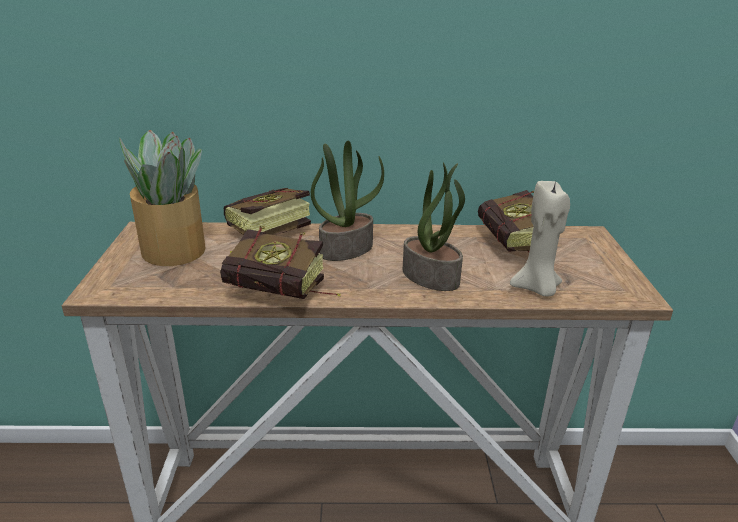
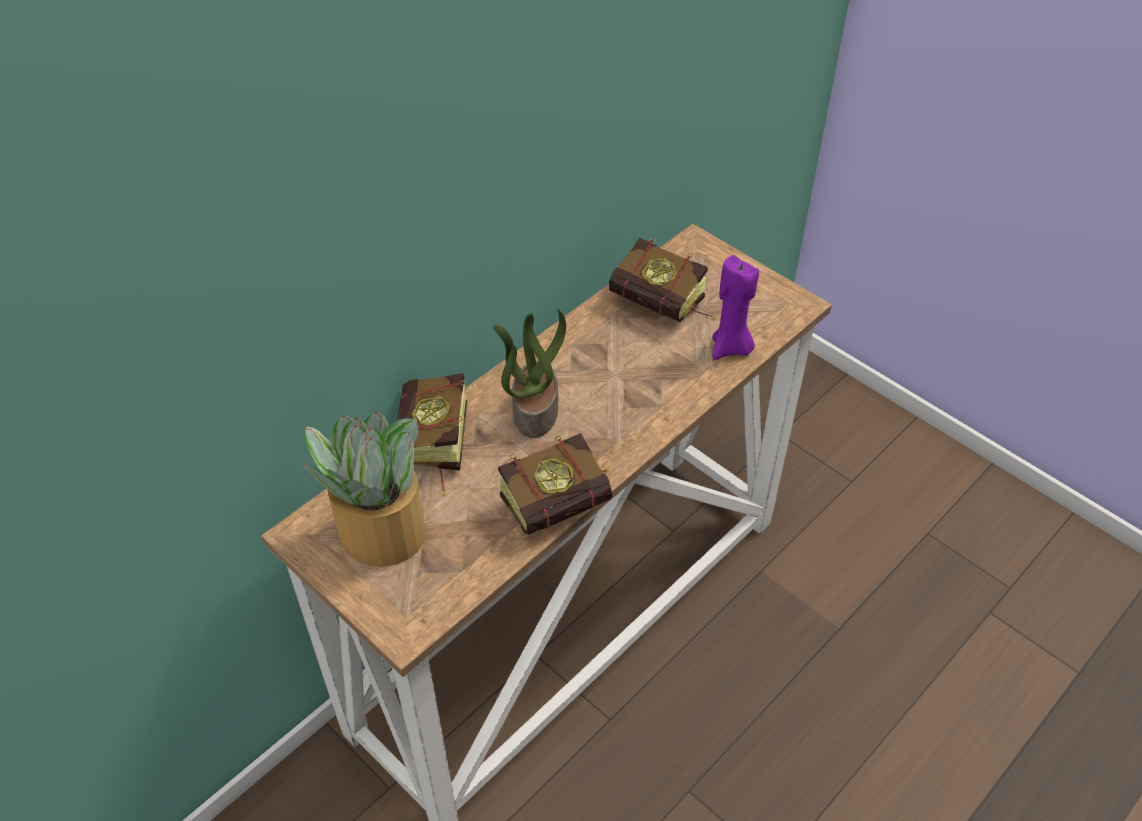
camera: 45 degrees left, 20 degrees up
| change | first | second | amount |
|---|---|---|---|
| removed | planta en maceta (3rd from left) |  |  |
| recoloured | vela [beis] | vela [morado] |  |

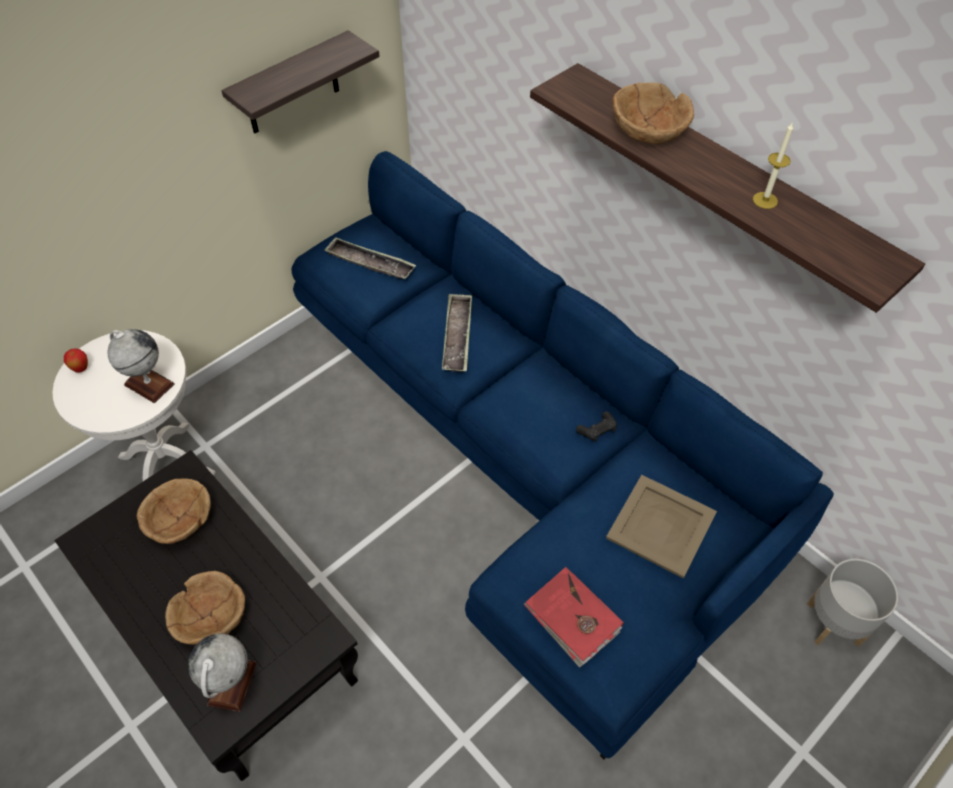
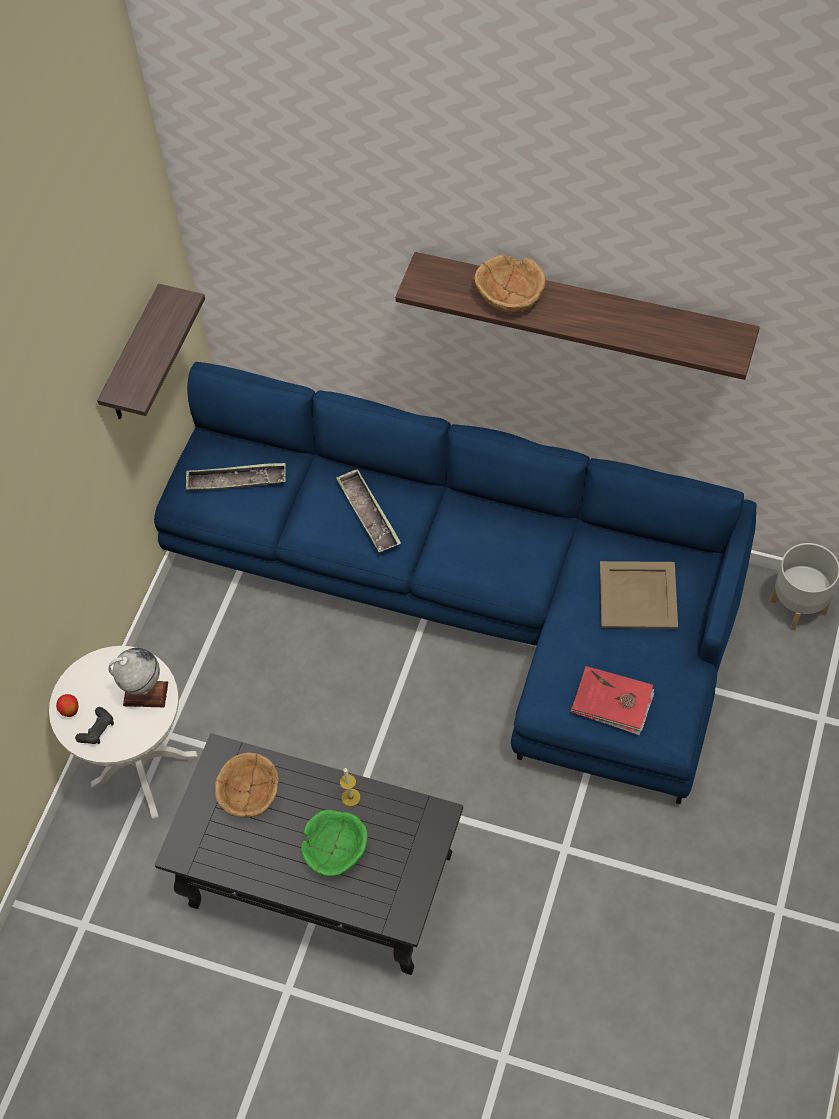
camera: 25 degrees left, 5 degrees up
| change | first | second | amount |
|---|---|---|---|
| moved | vela |  |  |
| moved | mando de consola [negro] |  |  |
| recoloured | cuenco [marrón] (2nd from left) | cuenco [verde] |  |
| removed | globo terráqueo (2nd from left) |  |  |

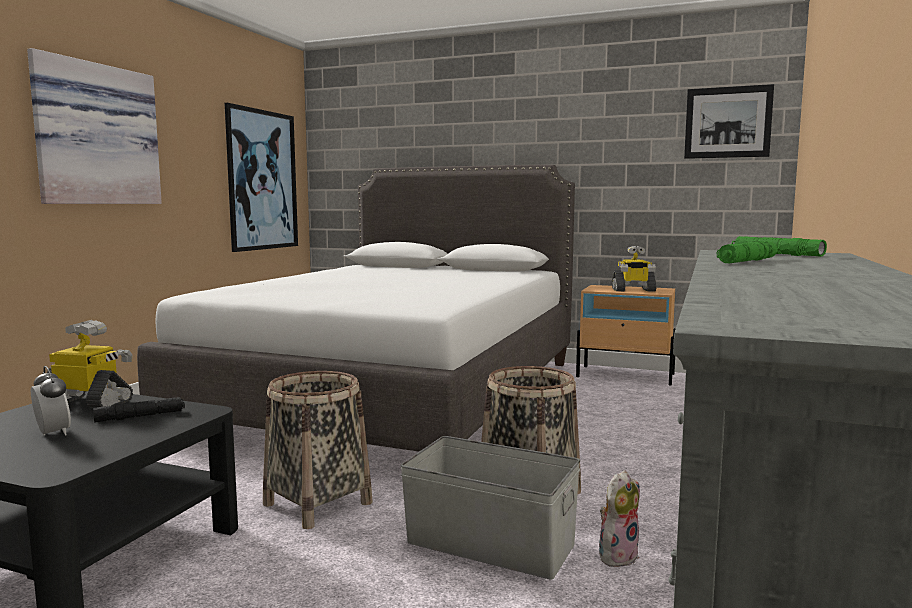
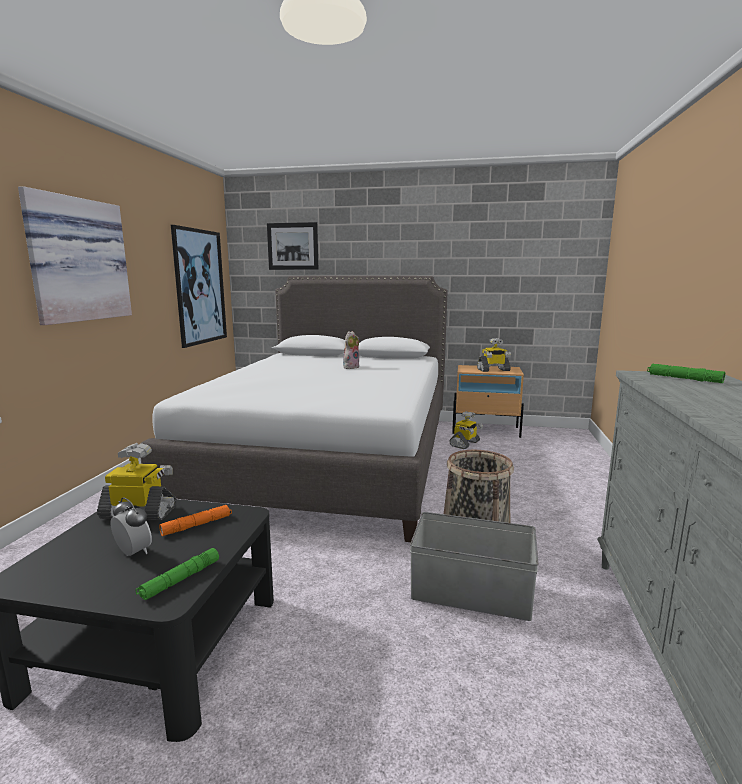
camera: 10 degrees left, 5 degrees up
| change | first | second | amount |
|---|---|---|---|
| moved | cuadro (3rd from left) |  |  |
| moved | linterna [verde] (1st from left) |  |  |
| removed | cesta (1st from left) |  |  |
| recoloured | linterna [negro] | linterna [naranja] |  |
| moved | peluche |  |  |
| added |  | robot de juguete (2nd from left) |  |

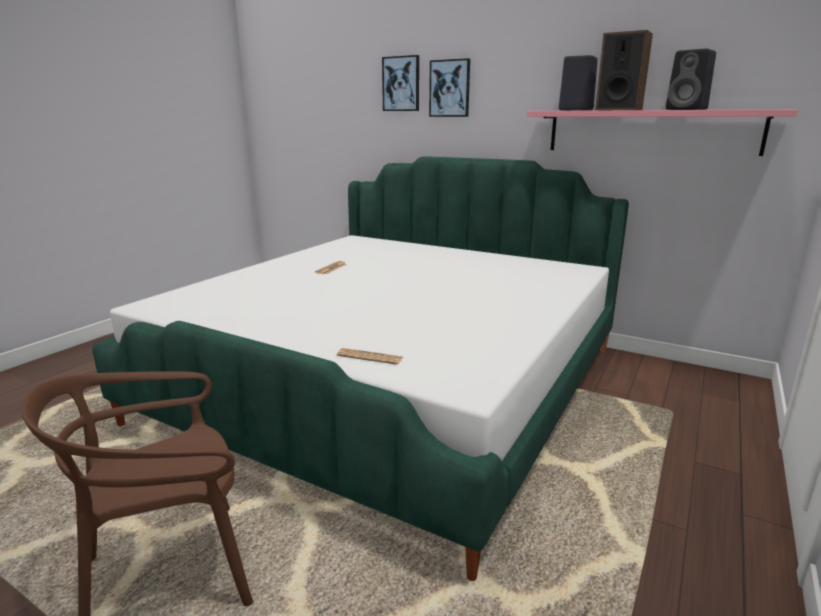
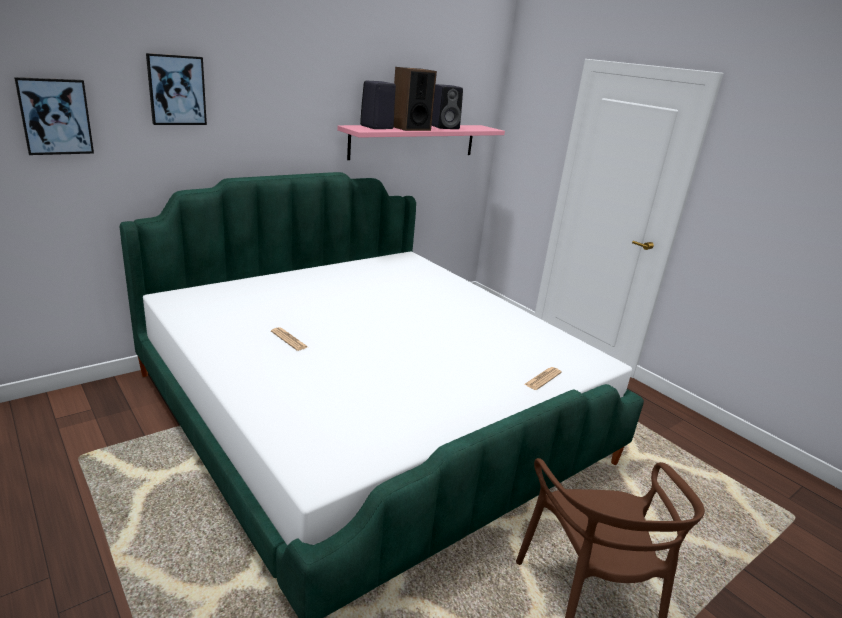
camera: 70 degrees left, 5 degrees up
| change | first | second | amount |
|---|---|---|---|
| moved | cuadro (2nd from left in the first image) | cuadro (1st from left) |  |

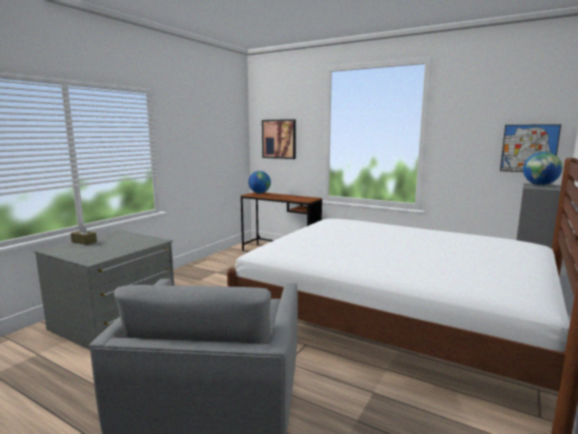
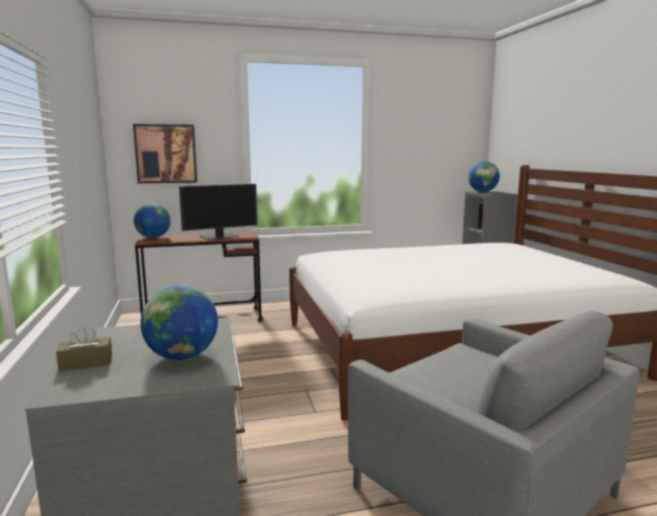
camera: 45 degrees left, 0 degrees up
| change | first | second | amount |
|---|---|---|---|
| removed | cuadro (2nd from left) |  |  |
| added |  | monitor |  |
| added |  | globo terráqueo (2nd from left) |  |

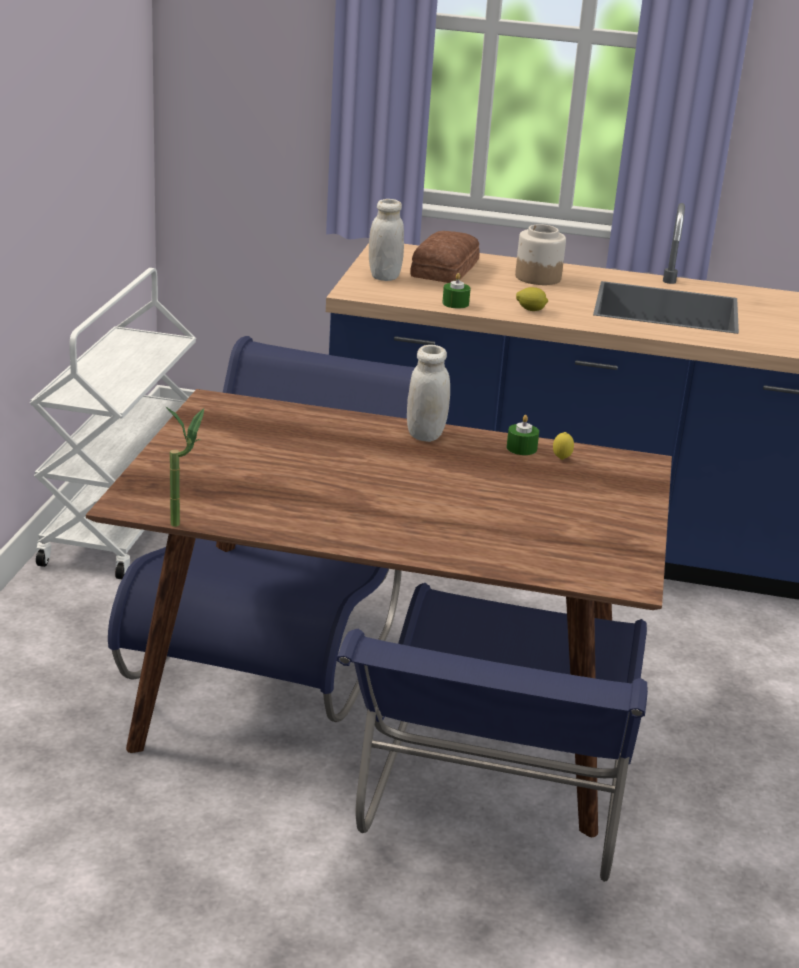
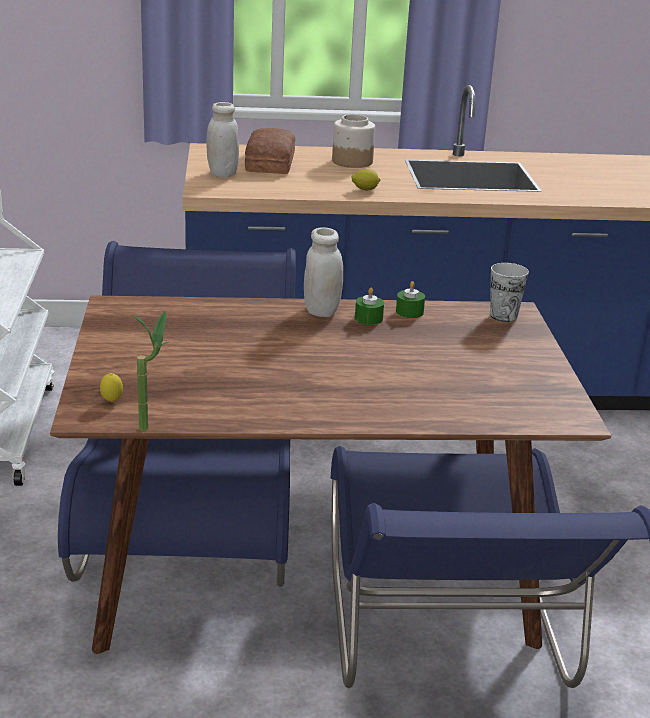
camera: 15 degrees left, 0 degrees up
| change | first | second | amount |
|---|---|---|---|
| moved | vela [verde] (1st from left) |  |  |
| moved | limón (2nd from left in the first image) | limón (1st from left) |  |
| added |  | taza |  |

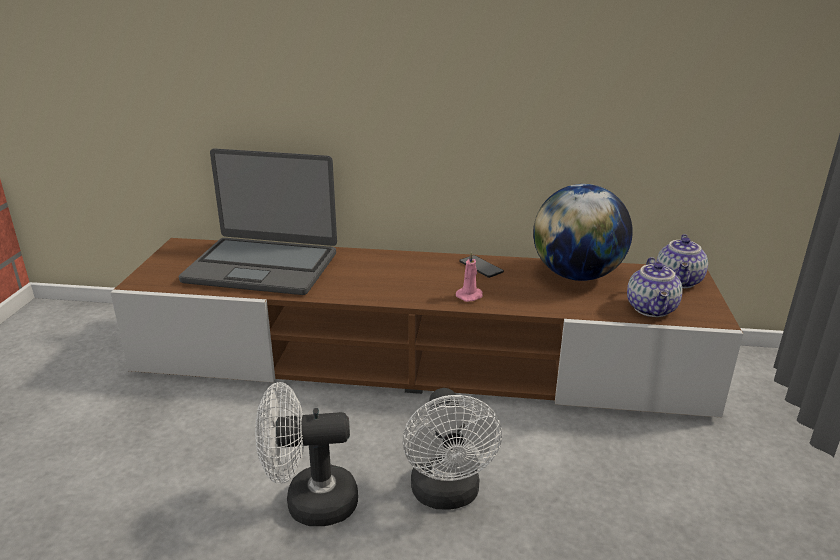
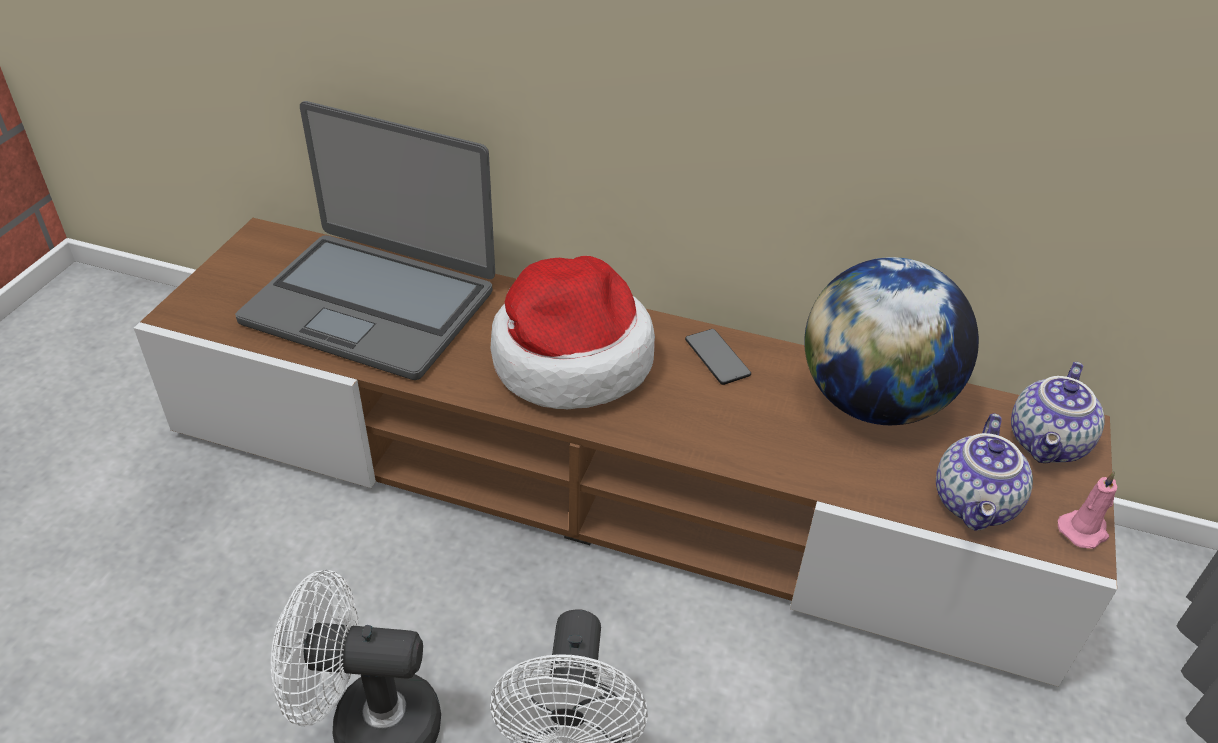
camera: 10 degrees right, 15 degrees up
| change | first | second | amount |
|---|---|---|---|
| moved | vela [rosa] |  |  |
| added |  | sombrero |  |

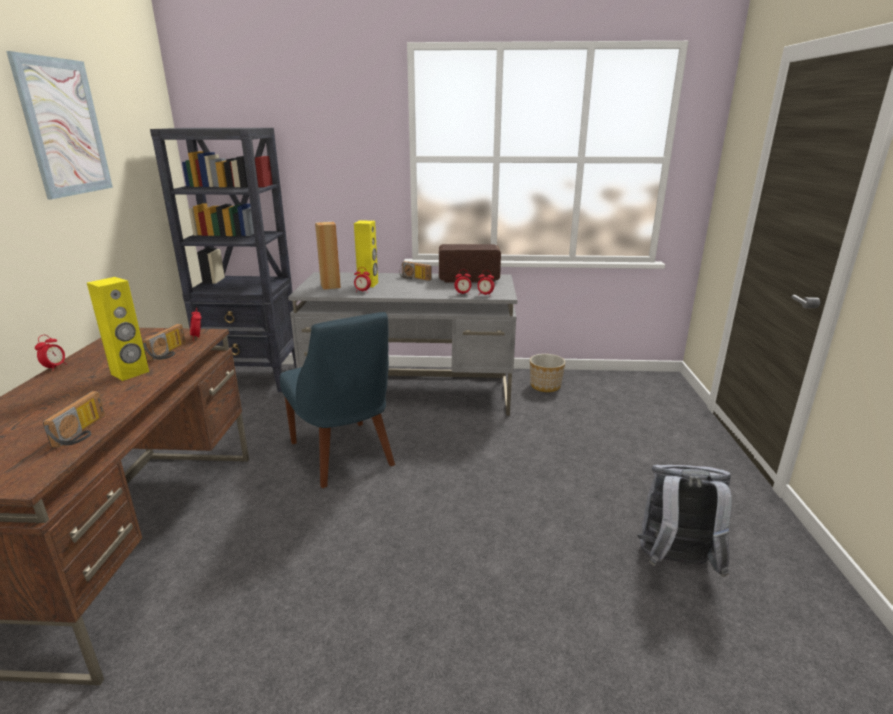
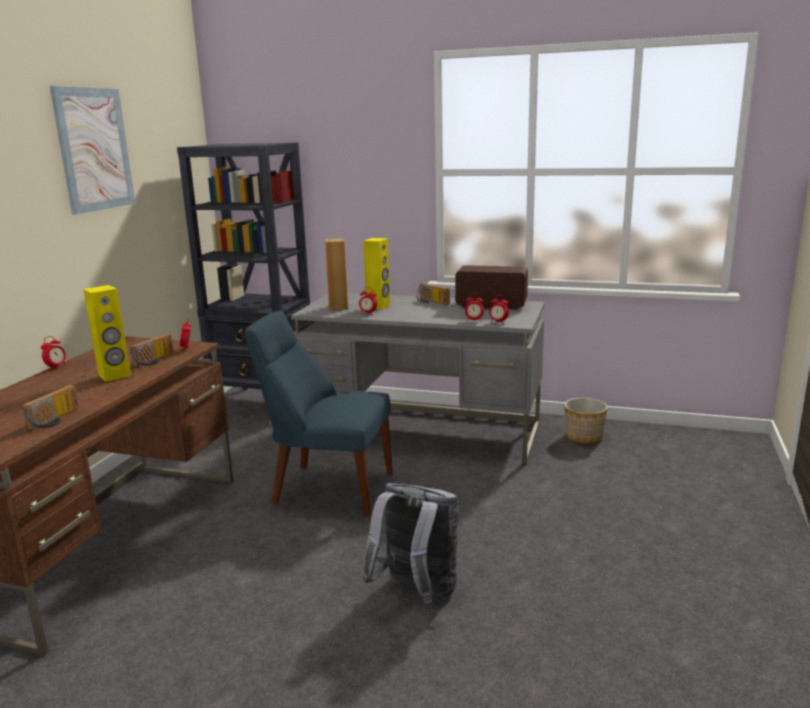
camera: 15 degrees right, 5 degrees down
| change | first | second | amount |
|---|---|---|---|
| turned | silla [azul] |  | 120 degrees clockwise |
| moved | mochila [gris] |  |  |

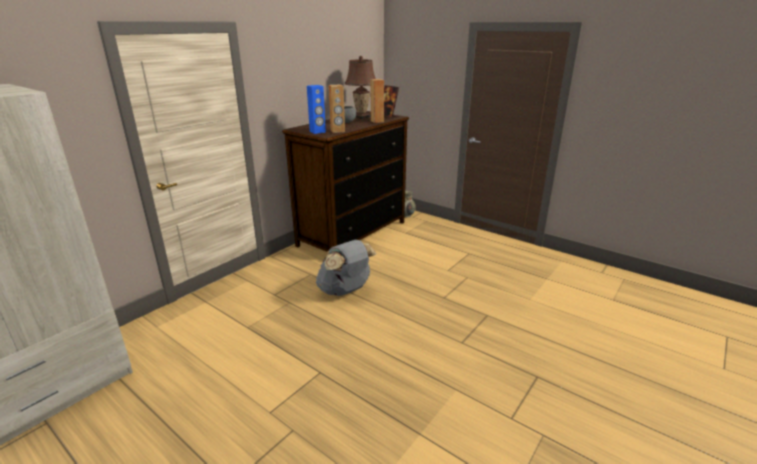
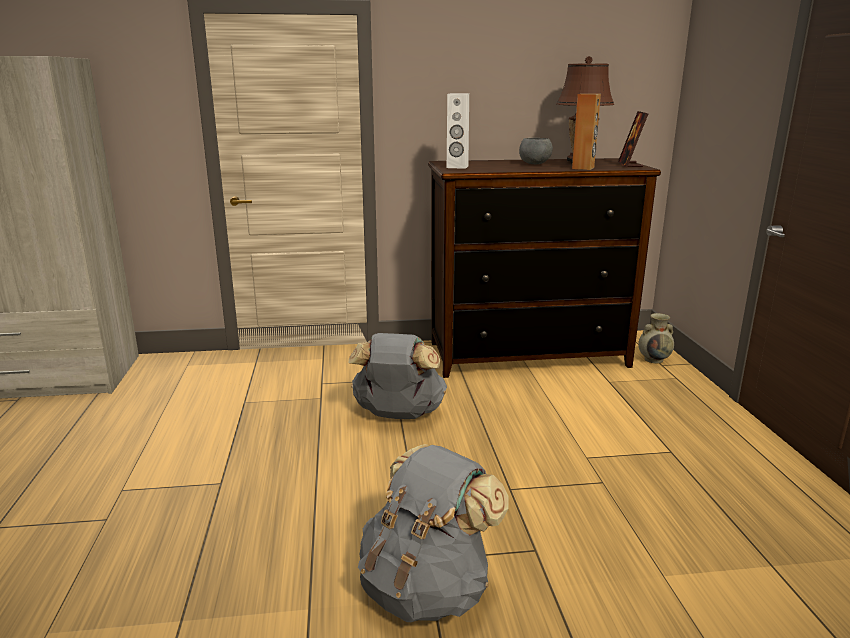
camera: 45 degrees right, 5 degrees down
| change | first | second | amount |
|---|---|---|---|
| recoloured | altavoz [azul] | altavoz [blanco] |  |
| removed | altavoz [marrón] (1st from left) |  |  |
| added |  | mochila [gris] (2nd from left) |  |

